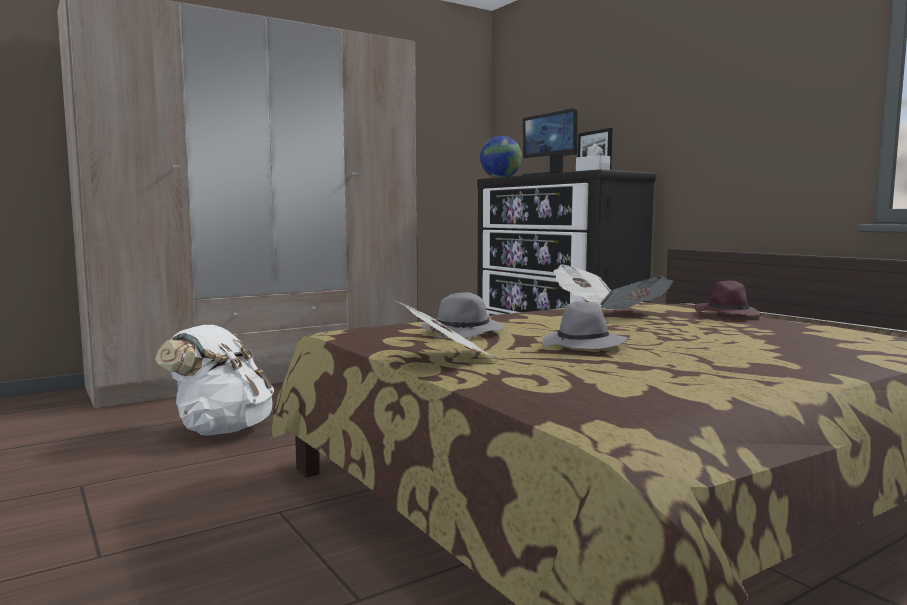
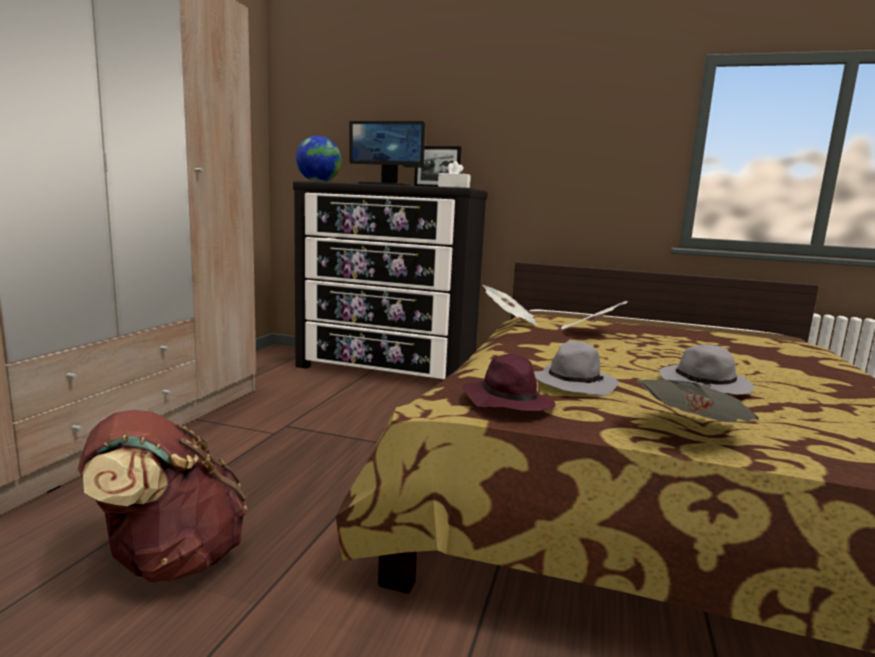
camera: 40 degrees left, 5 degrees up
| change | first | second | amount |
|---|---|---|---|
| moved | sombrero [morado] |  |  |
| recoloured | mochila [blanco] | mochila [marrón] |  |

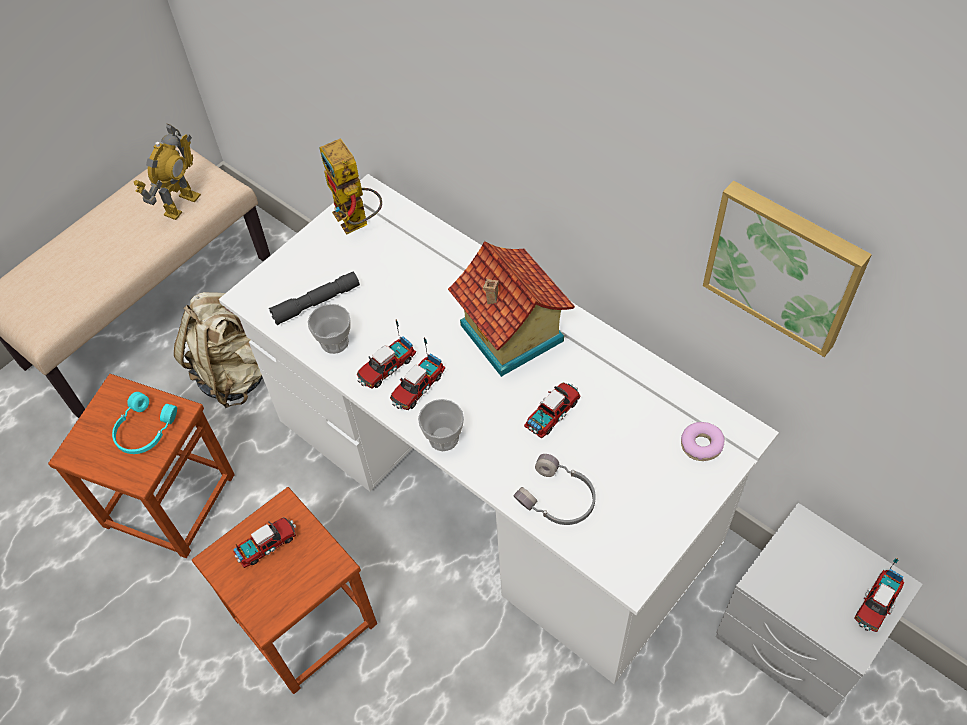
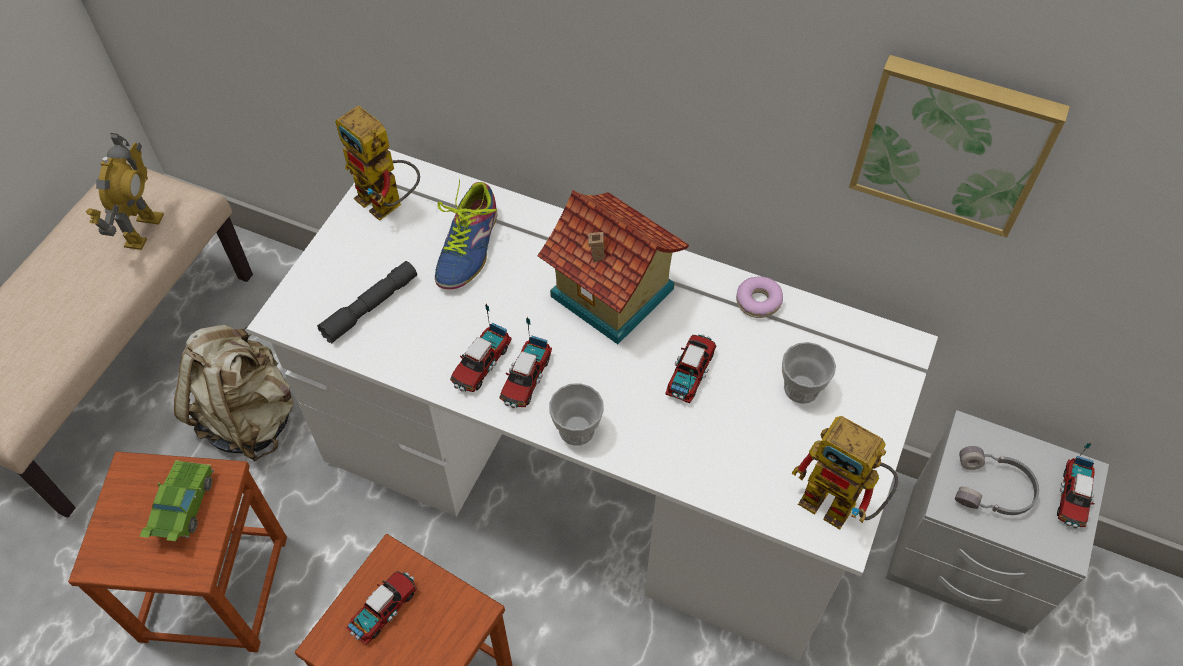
camera: 20 degrees left, 0 degrees up
| change | first | second | amount |
|---|---|---|---|
| moved | taza (1st from left in the first image) | taza (2nd from left) |  |
| replaced | auriculares [turquesa] | coche de juguete [verde] |  |
| moved | rosquilla |  |  |
| moved | auriculares [gris] |  |  |
| added |  | zapato |  |
| added |  | robot de juguete (3rd from left) |  |

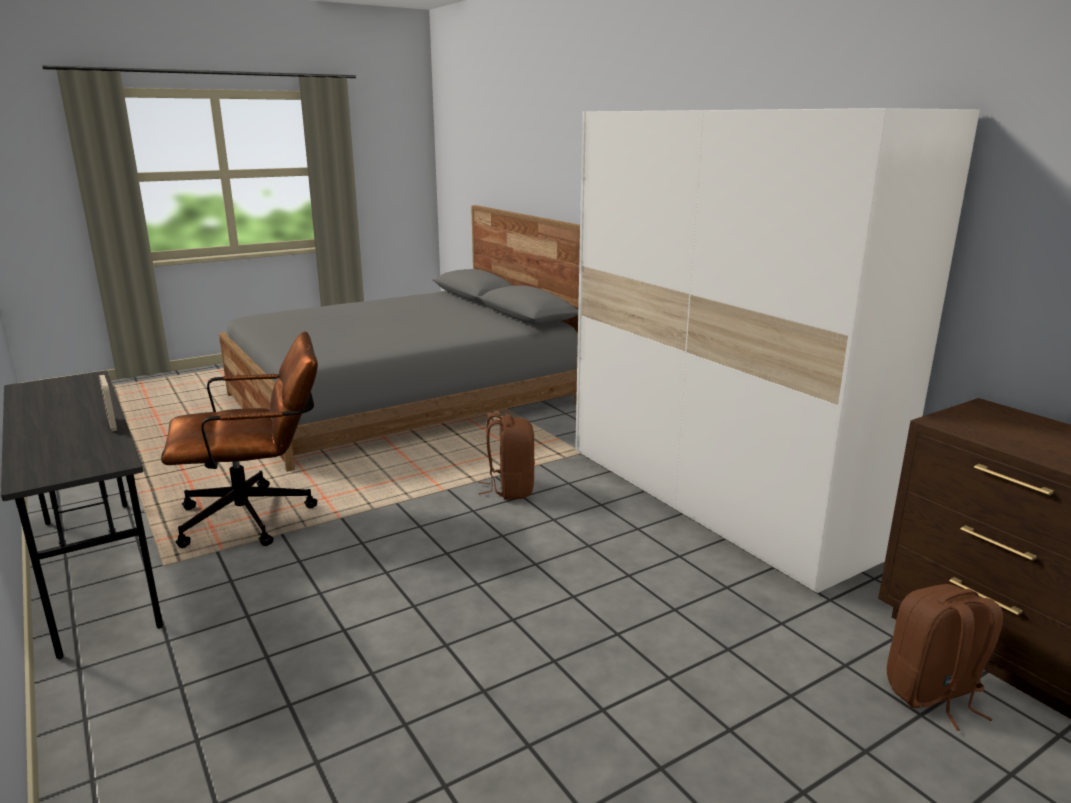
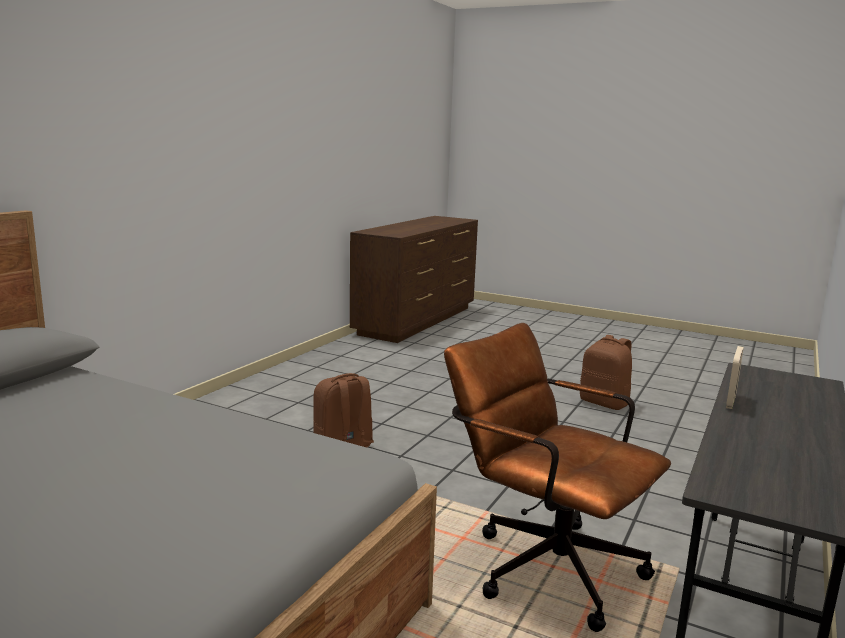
camera: 120 degrees left, 5 degrees down
| change | first | second | amount |
|---|---|---|---|
| removed | armario ropero [blanco] |  |  |
| moved | mochila [marrón] (2nd from left) |  |  |

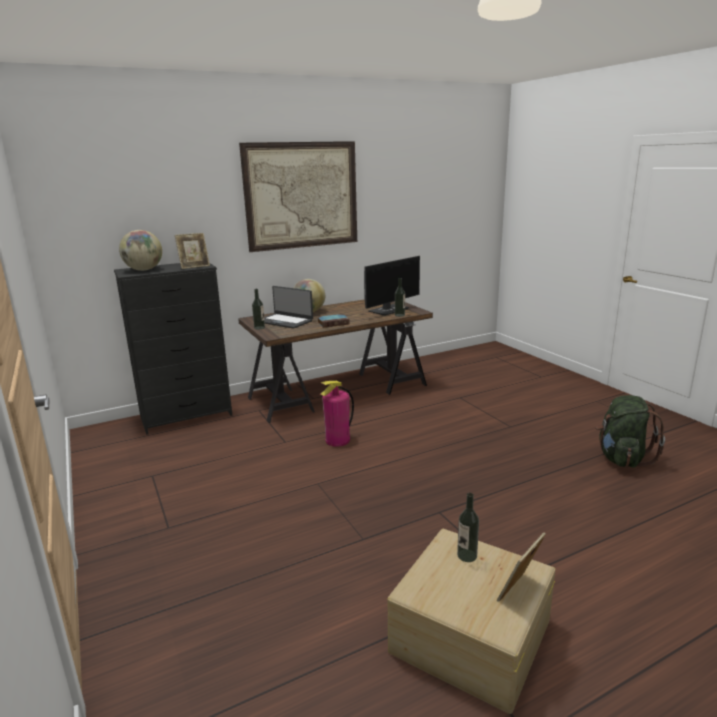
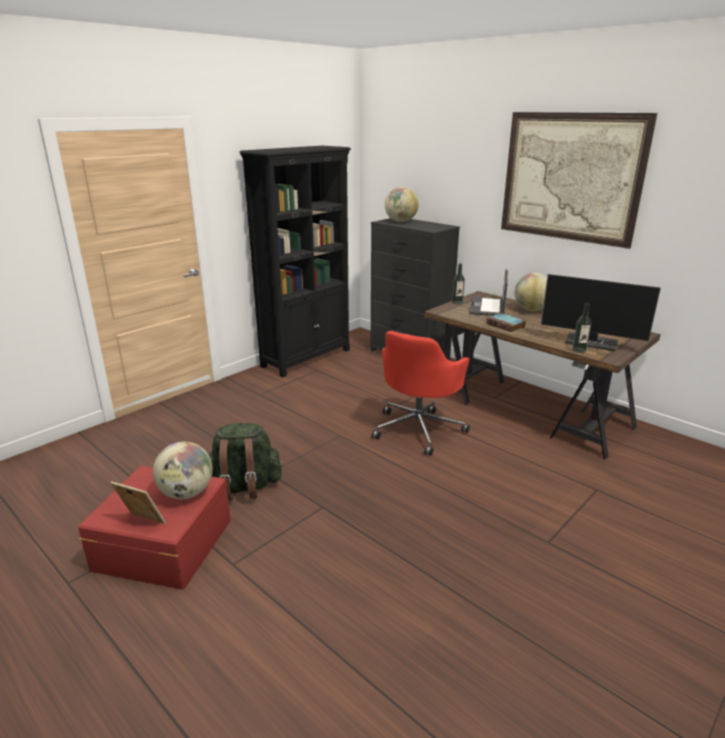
camera: 70 degrees right, 5 degrees up
| change | first | second | amount |
|---|---|---|---|
| removed | portarretratos (1st from left) |  |  |
| replaced | extintor | silla de oficina [rojo] |  |
| moved | mochila [verde] |  |  |
| replaced | botella (3rd from left) | globo terráqueo (1st from left) |  |
| recoloured | caja de almacenaje [beis] | caja de almacenaje [rojo] |  |
| added |  | estantería [negro] |  |

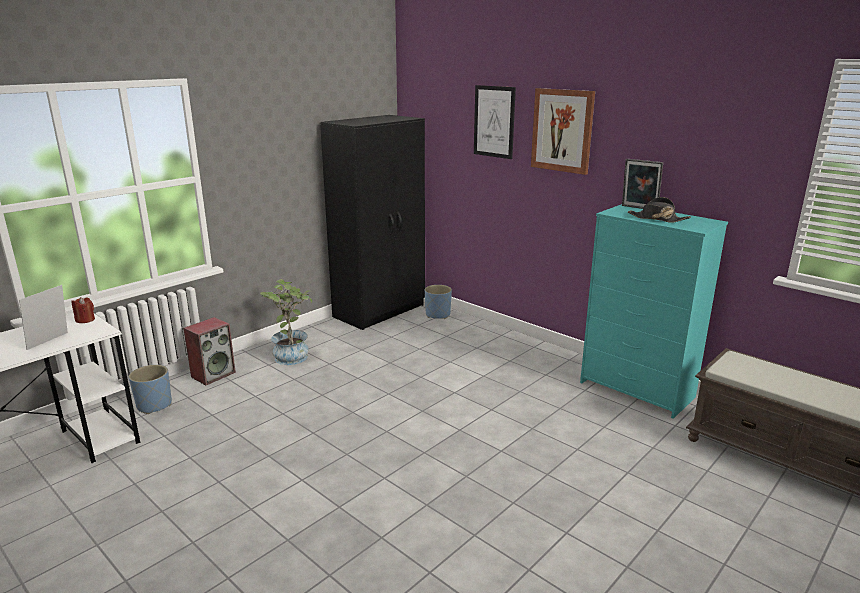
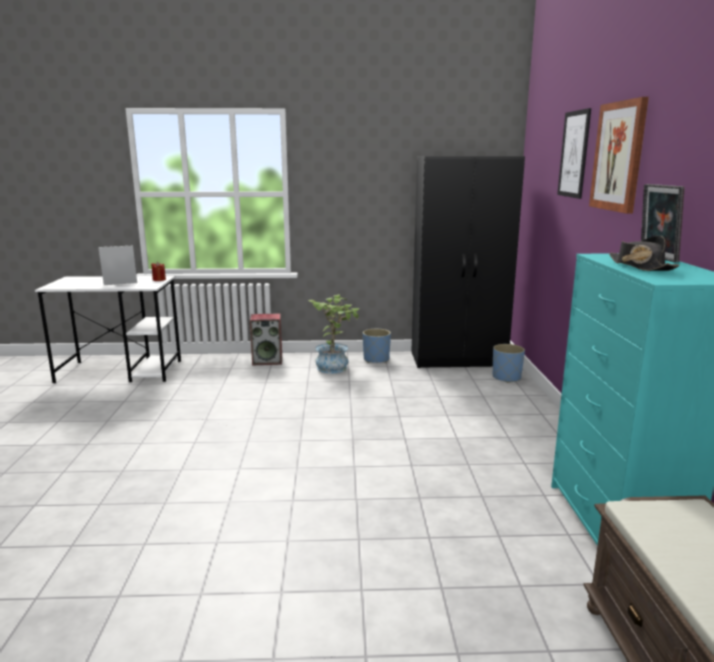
camera: 45 degrees right, 5 degrees down
| change | first | second | amount |
|---|---|---|---|
| moved | maceta [azul] (1st from left) |  |  |

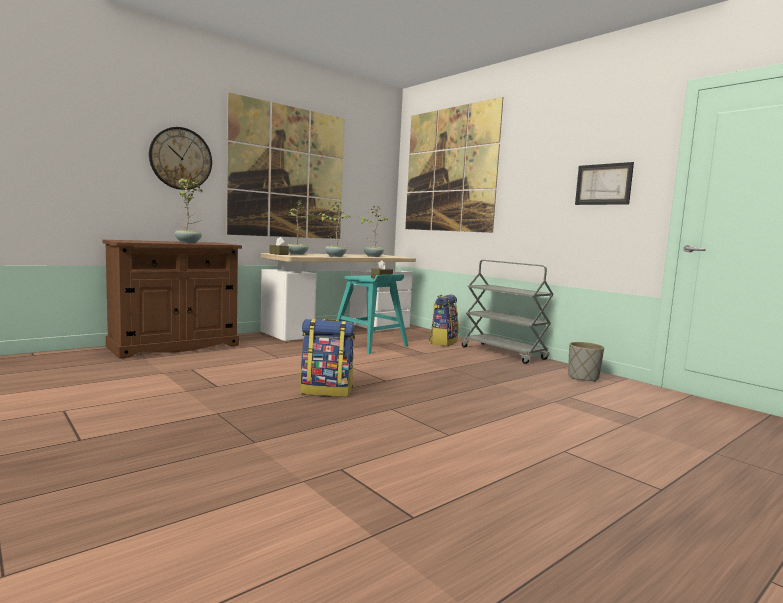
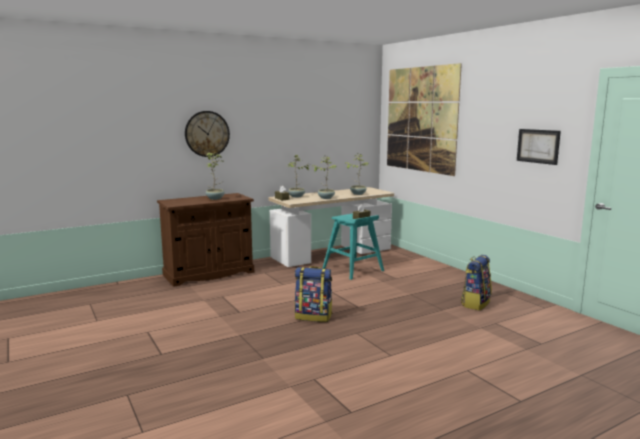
camera: 10 degrees right, 5 degrees up
| change | first | second | amount |
|---|---|---|---|
| removed | cuadro (1st from left) |  |  |
| removed | carrito [gris] |  |  |
| moved | mochila (2nd from left) |  |  |
| removed | maceta [gris] |  |  |

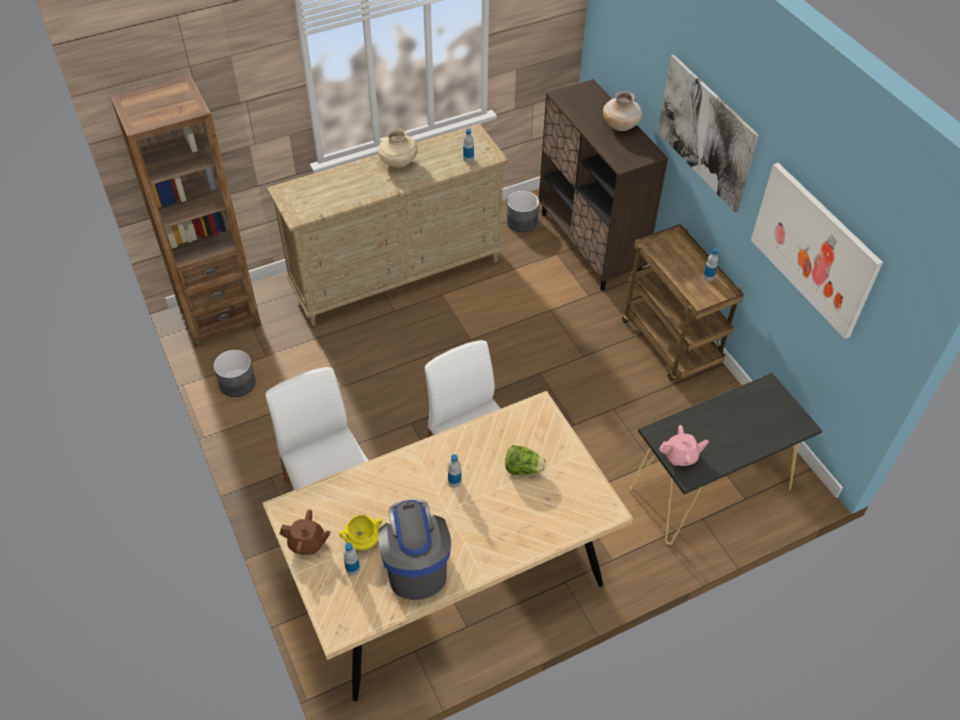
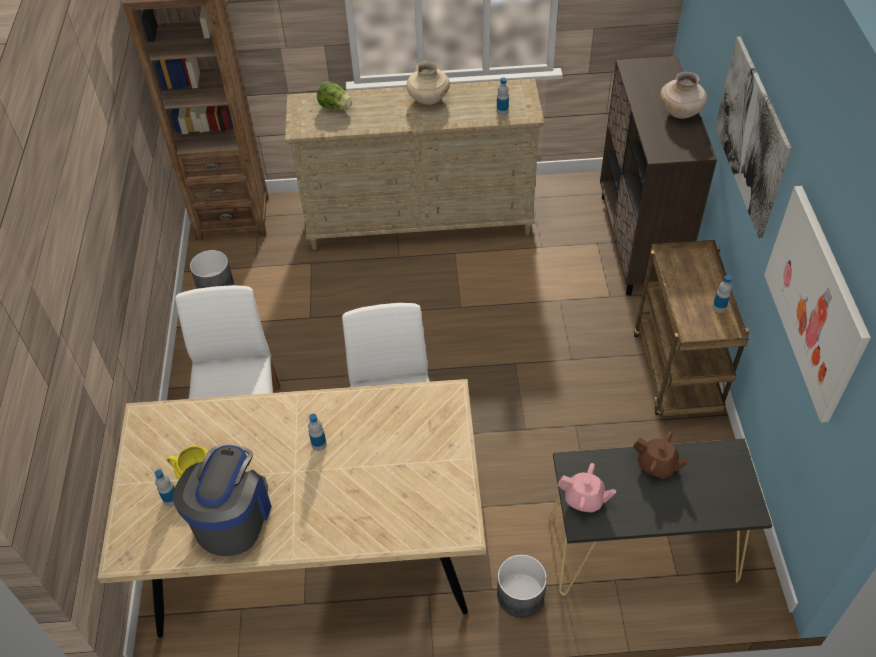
camera: 25 degrees right, 0 degrees up
| change | first | second | amount |
|---|---|---|---|
| moved | maceta [gris] (2nd from left) |  |  |
| moved | lechuga |  |  |
| moved | tetera [marrón] |  |  |

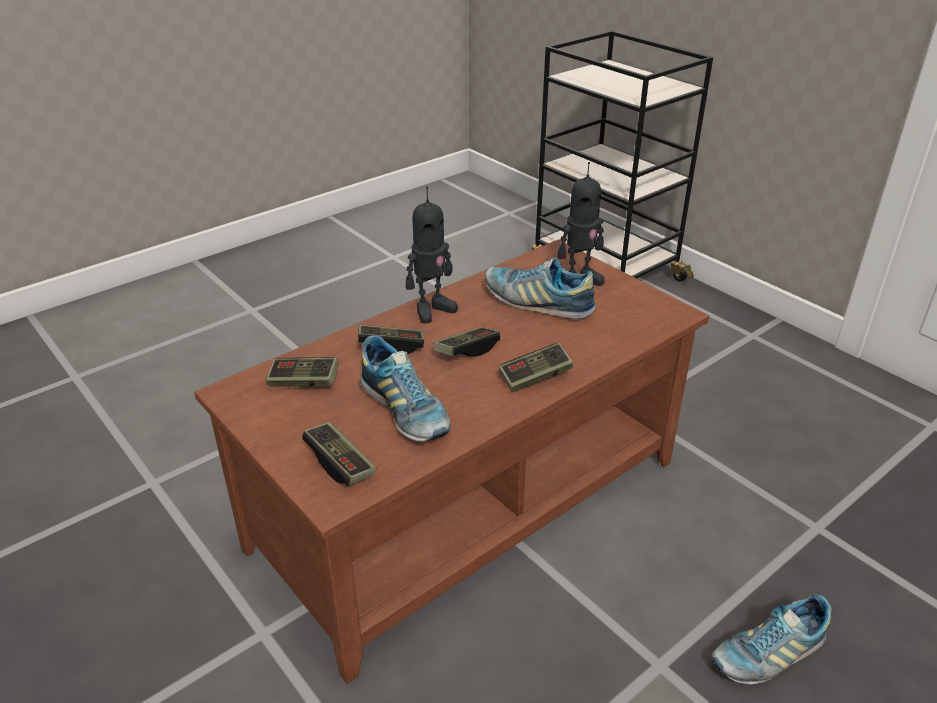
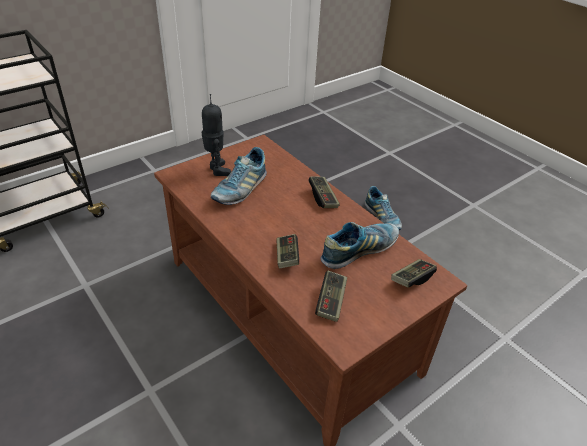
camera: 90 degrees left, 5 degrees up
| change | first | second | amount |
|---|---|---|---|
| removed | robot de juguete (1st from left) |  |  |
| removed | mando de consola (4th from left) |  |  |

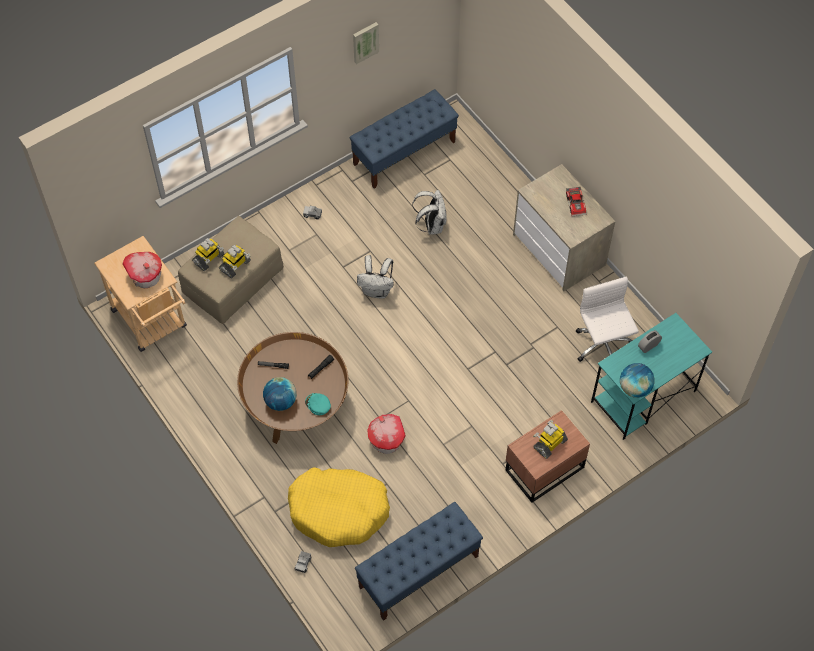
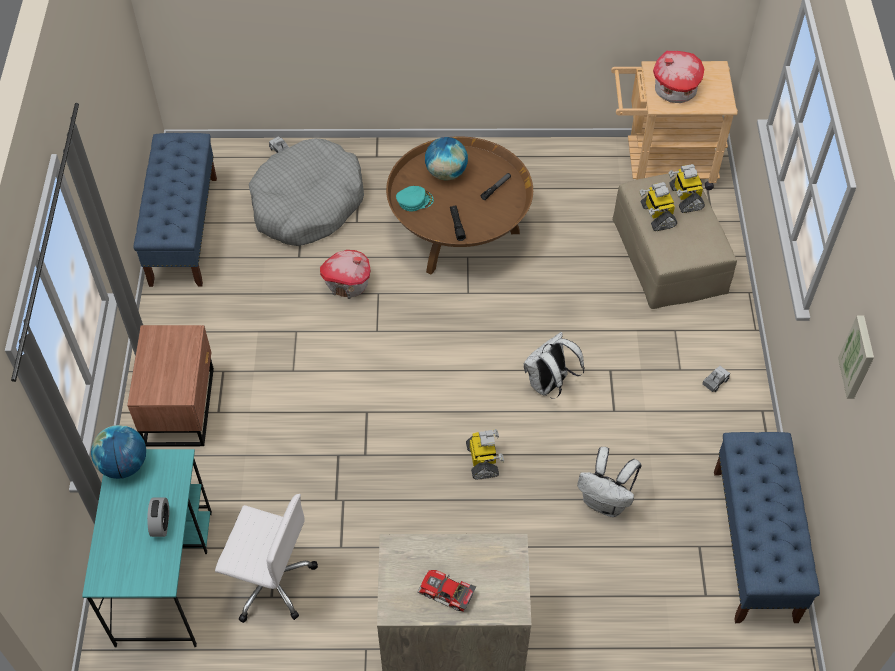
camera: 125 degrees right, 5 degrees down
| change | first | second | amount |
|---|---|---|---|
| moved | robot de juguete (3rd from left in the first image) | robot de juguete (1st from left) |  |
| recoloured | cama para perro [amarillo] | cama para perro [gris] |  |

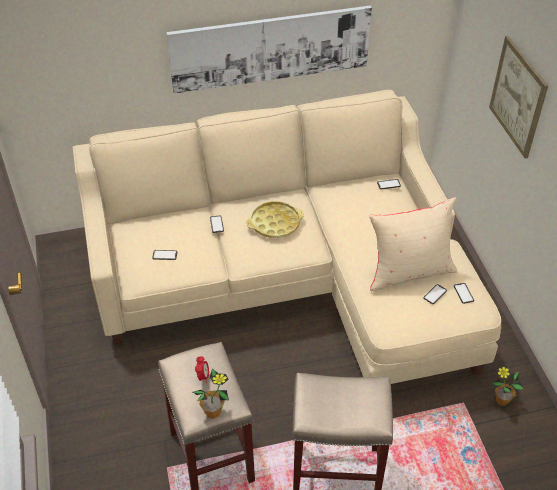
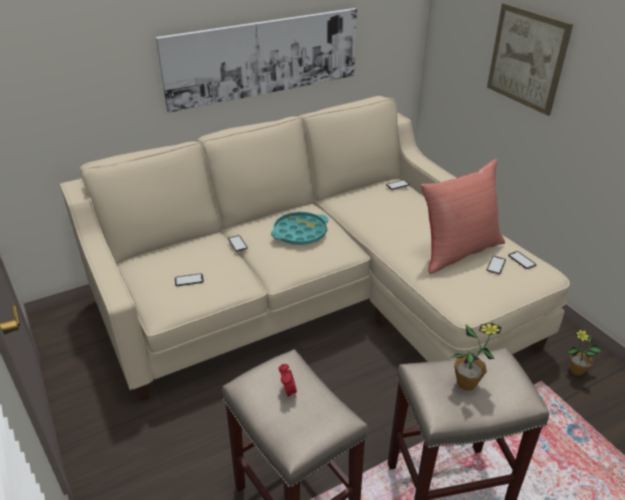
camera: 15 degrees left, 10 degrees down
| change | first | second | amount |
|---|---|---|---|
| recoloured | cojín [beis] | cojín [rojo] |  |
| recoloured | bandeja [amarillo] | bandeja [turquesa] |  |
| moved | planta en maceta (1st from left) |  |  |

